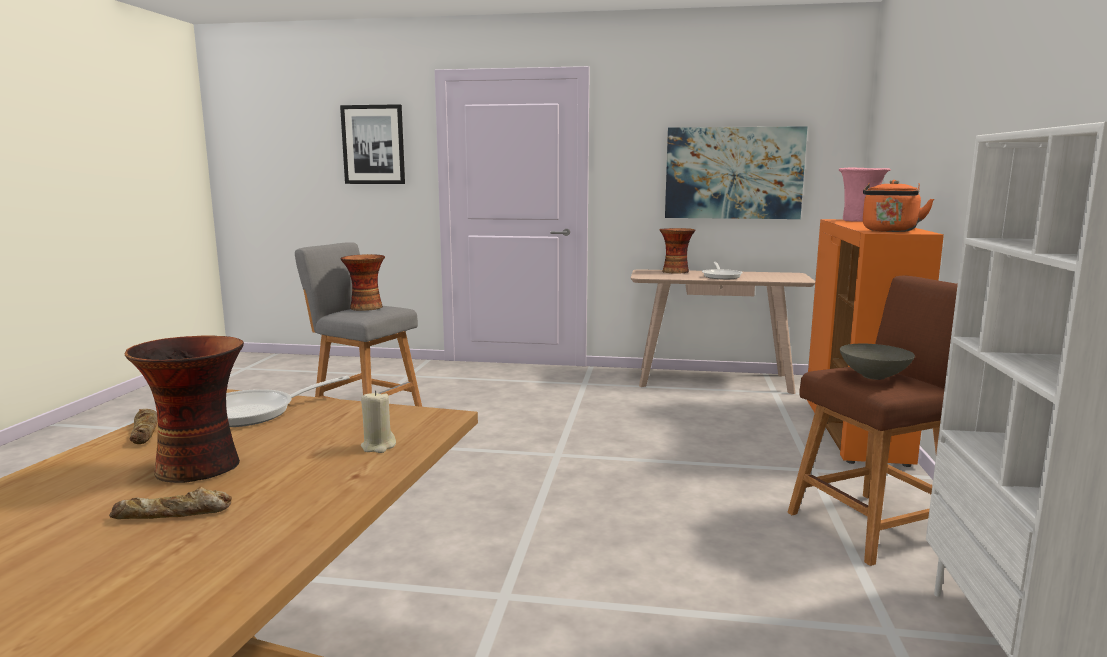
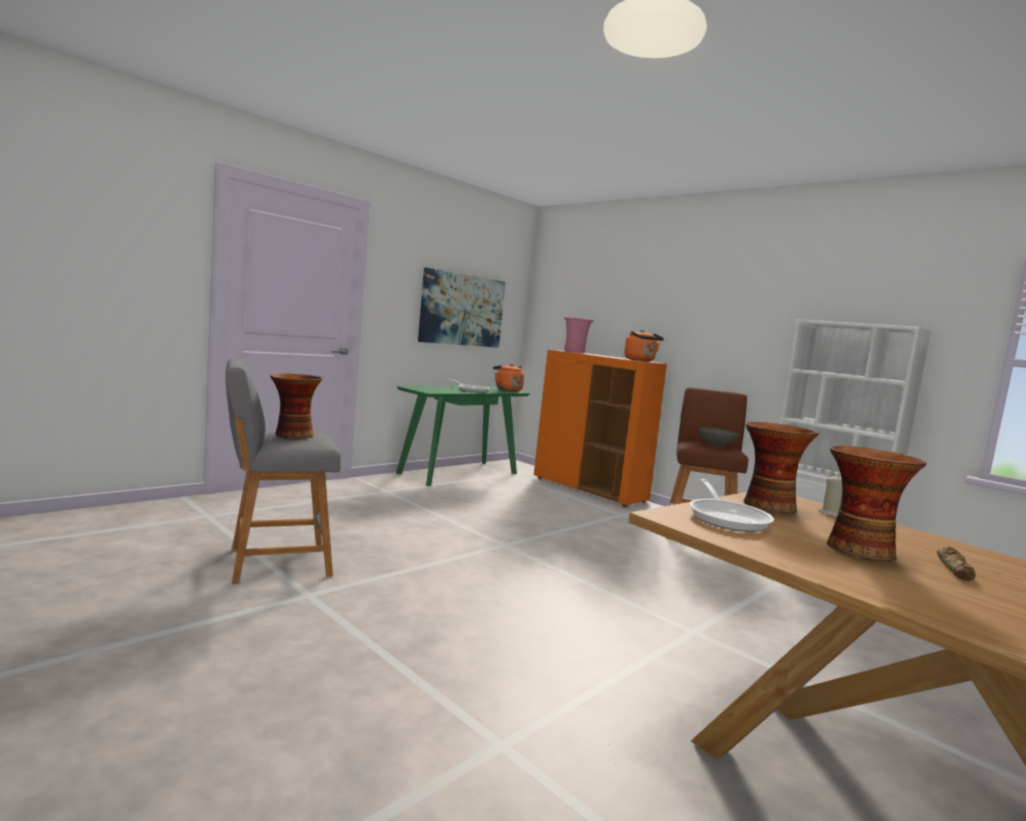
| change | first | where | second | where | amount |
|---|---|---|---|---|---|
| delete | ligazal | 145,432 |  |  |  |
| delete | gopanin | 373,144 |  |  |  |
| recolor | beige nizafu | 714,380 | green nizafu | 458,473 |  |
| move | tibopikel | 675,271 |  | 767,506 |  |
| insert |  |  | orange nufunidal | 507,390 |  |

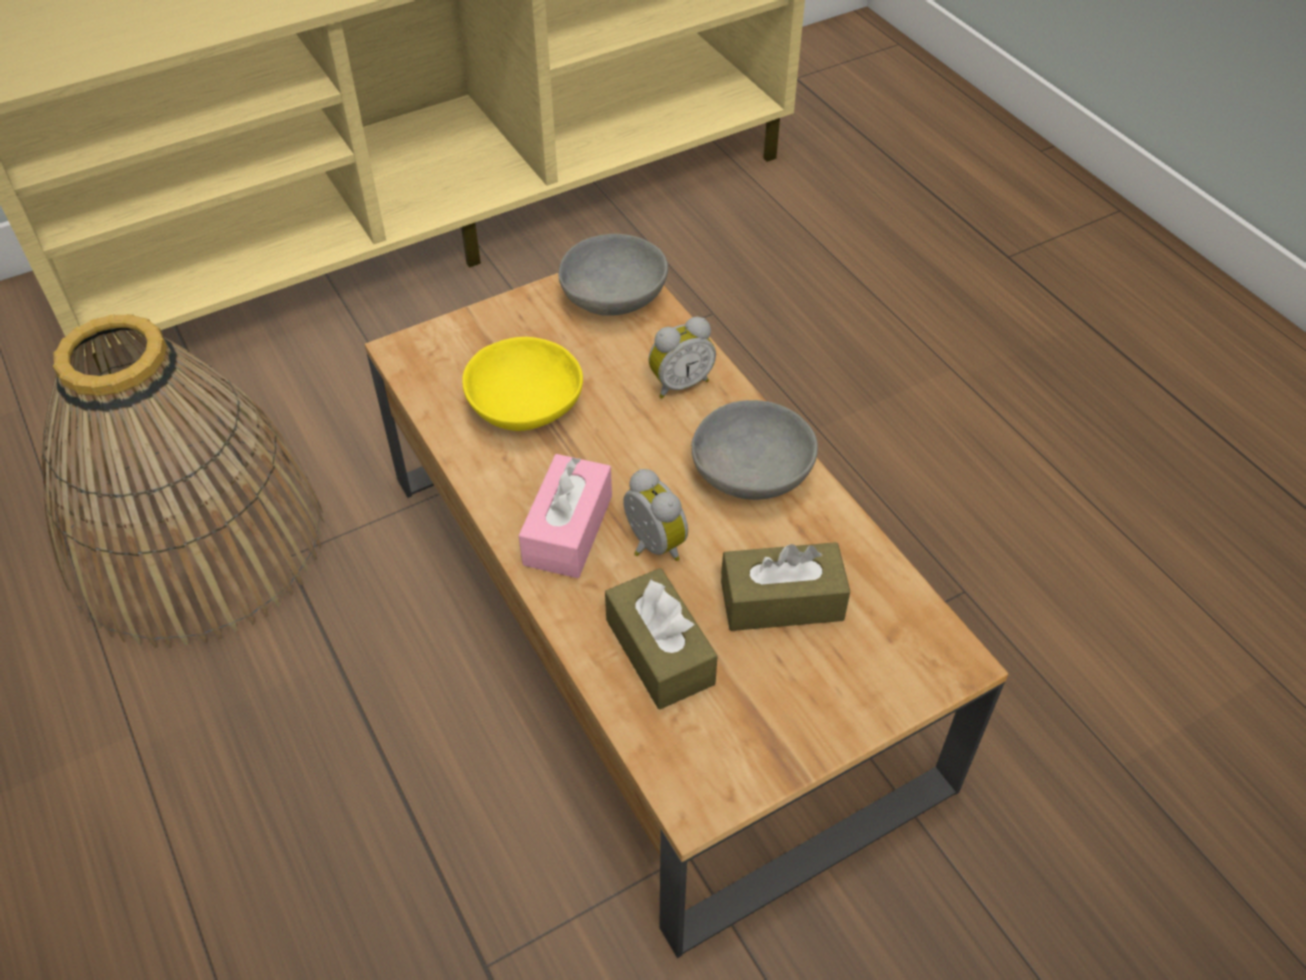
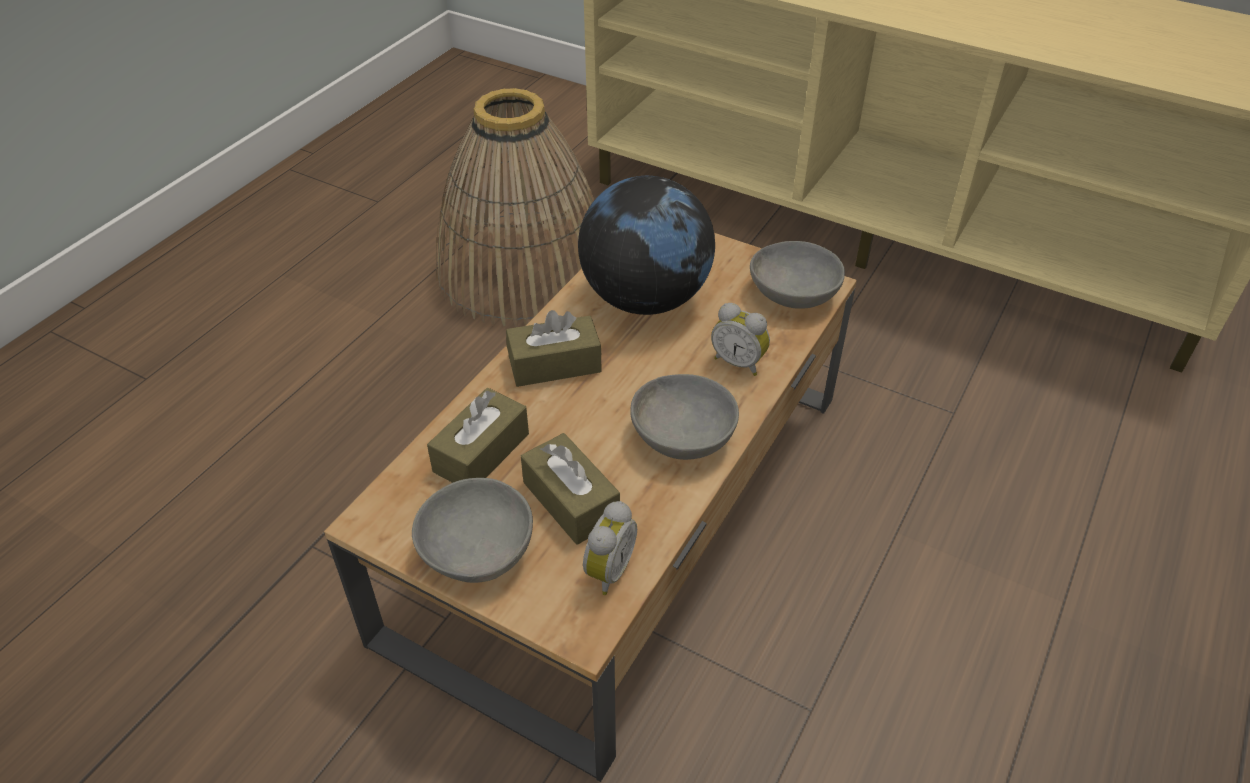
| change | first | where | second | where | amount |
|---|---|---|---|---|---|
| replace | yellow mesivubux | 525,408 | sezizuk | 645,298 |  |
| recolor | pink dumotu | 568,530 | brown dumotu | 554,364 |  |
| move | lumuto | 651,546 |  | 607,570 |  |
| insert |  |  | grey mesivubux | 475,551 |  |

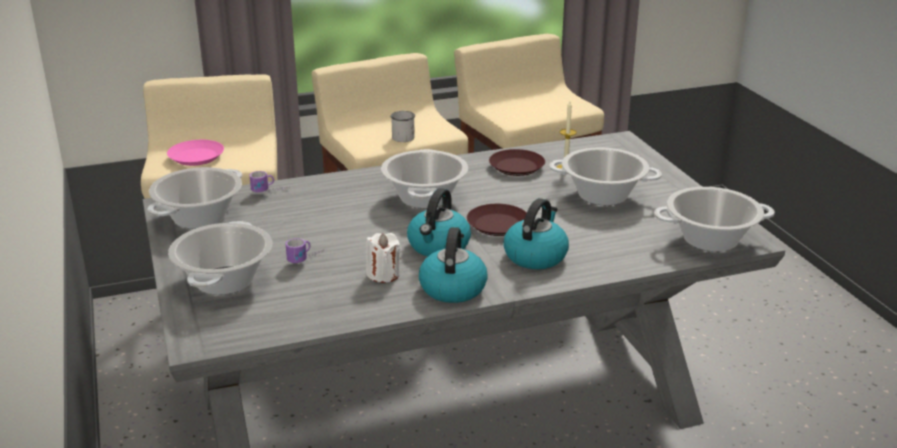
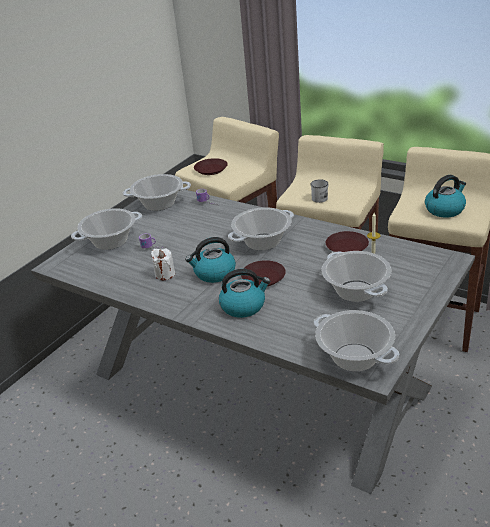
| change | first | where | second | where | amount |
|---|---|---|---|---|---|
| recolor | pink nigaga | 196,157 | brown nigaga | 210,169 |  |
| move | nufunidal | 452,287 |  | 445,209 |  |

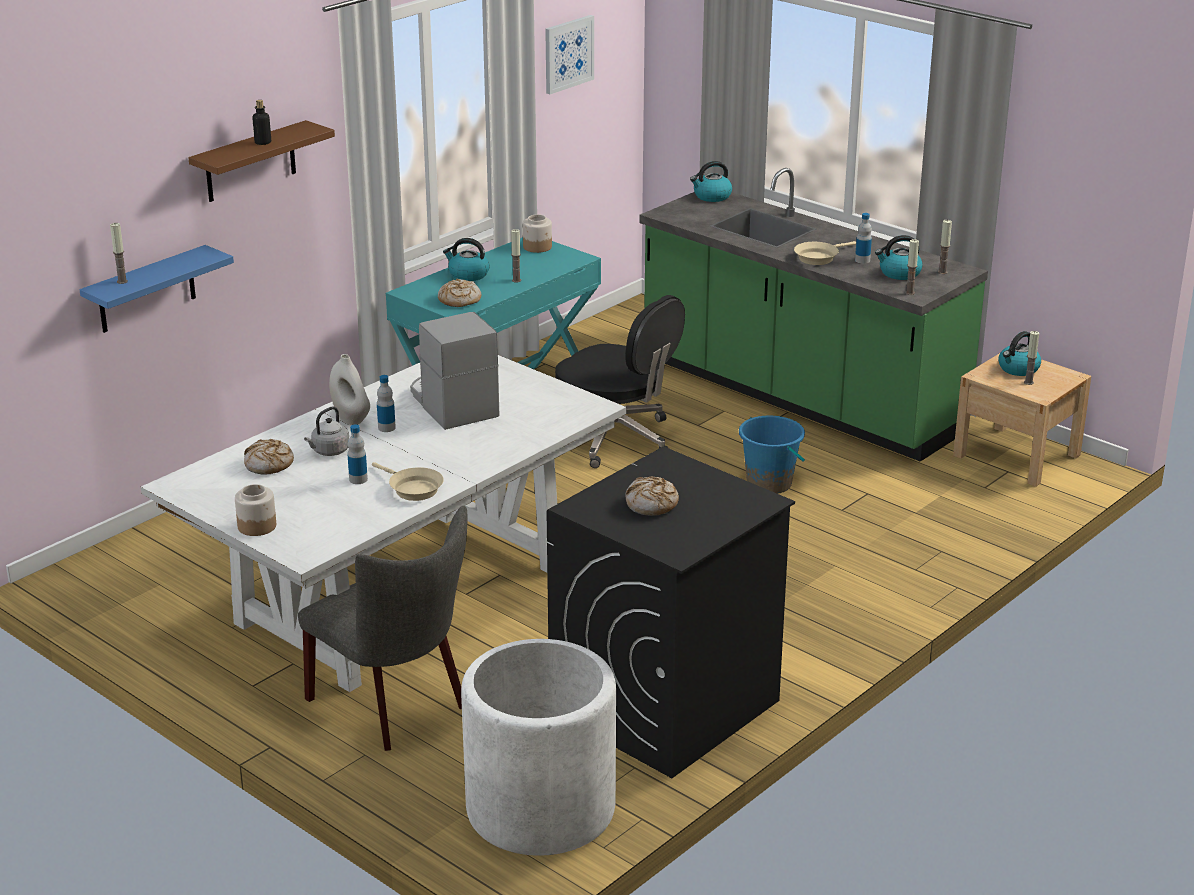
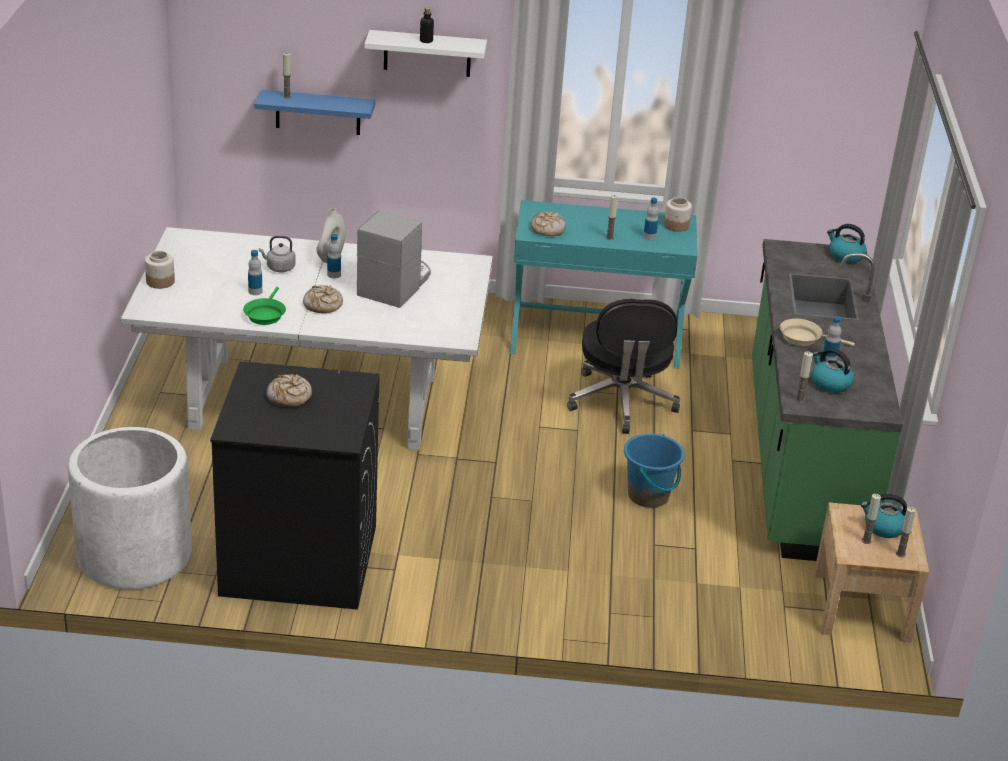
| change | first | where | second | where | amount |
|---|---|---|---|---|---|
| recolor | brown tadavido | 250,162 | white tadavido | 427,53 |  |
| move | ligazal | 268,464 |  | 322,305 |  |
| delete | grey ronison | 395,706 |  |  |  |
| recolor | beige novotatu | 412,489 | green novotatu | 265,314 |  |
| delete | nufunidal | 468,275 |  |  |  |
| delete | gopanin | 568,54 |  |  |  |
| move | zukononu | 942,272 |  | 900,554 |  |
| insert |  |  | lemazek | 649,237 |  |

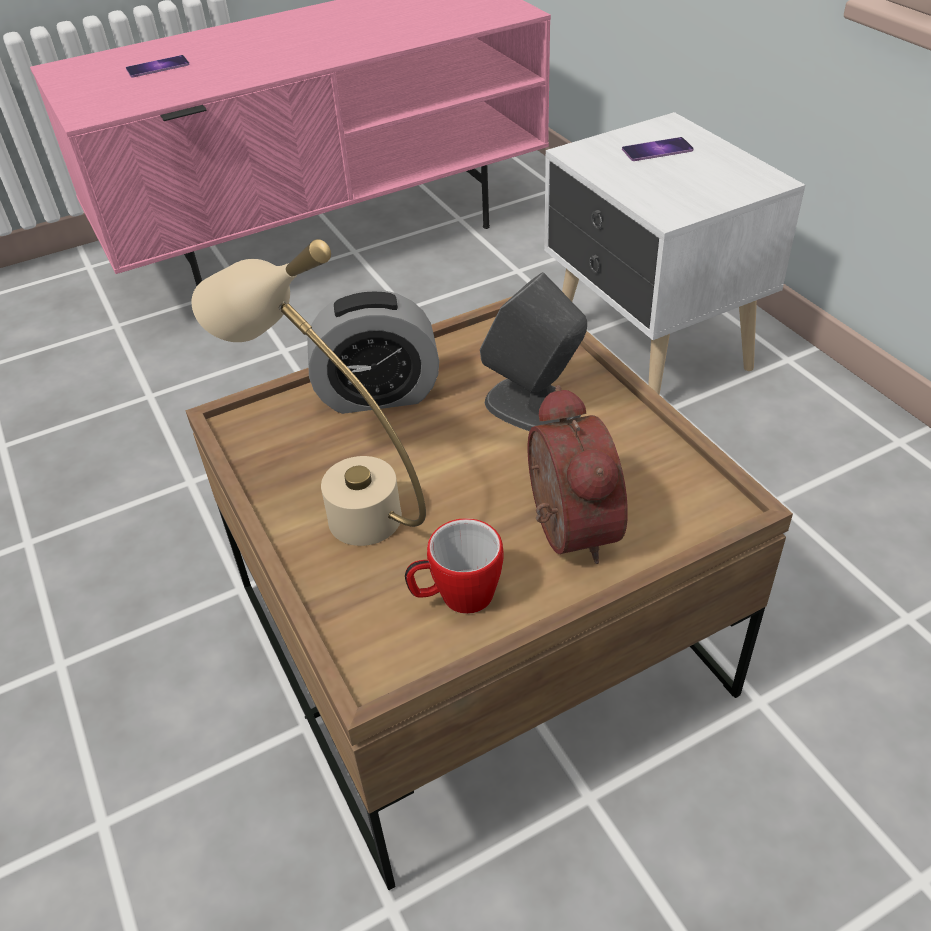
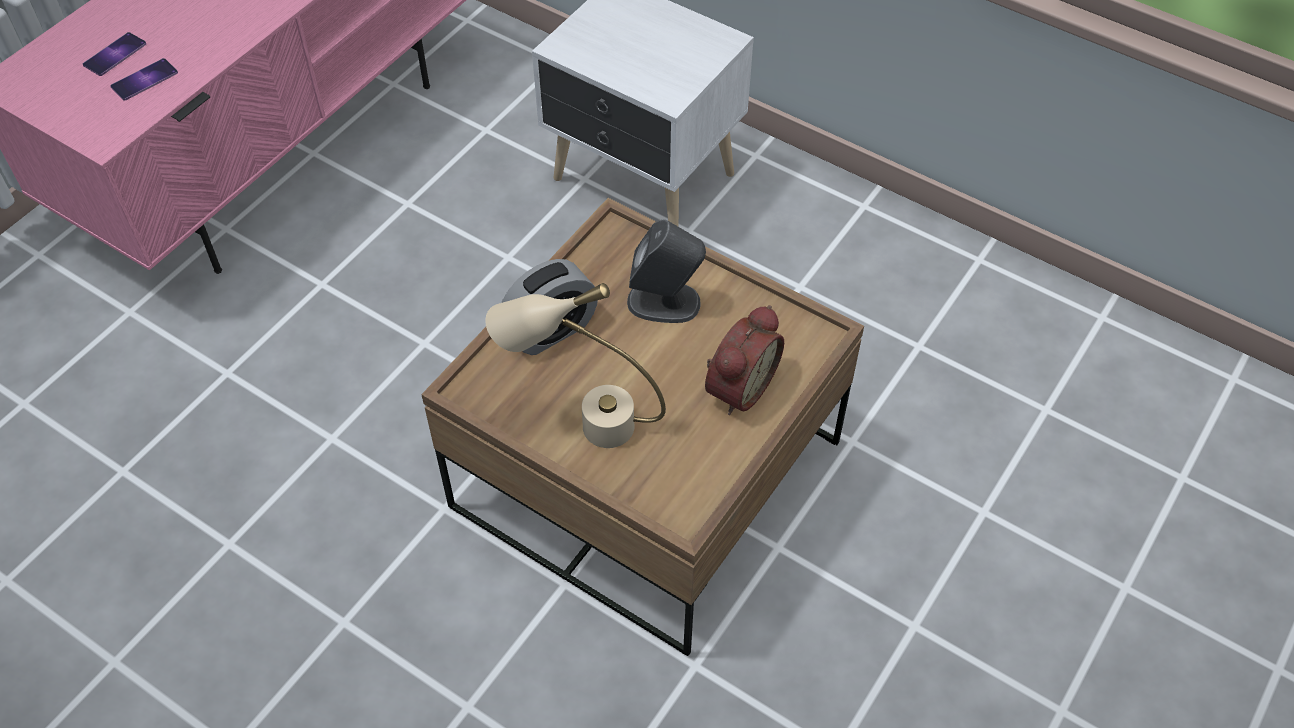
| change | first | where | second | where | amount |
|---|---|---|---|---|---|
| delete | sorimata | 456,597 |  |  |  |
| rotate | lumuto | 564,530 |  | 737,386 | 75 degrees clockwise |
| move | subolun | 657,150 |  | 144,80 |  |

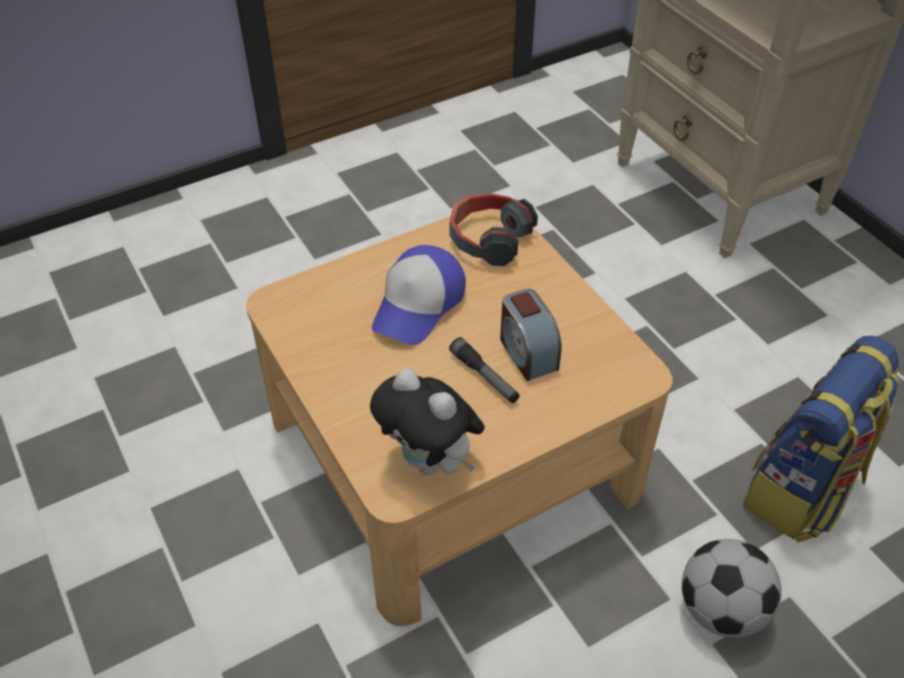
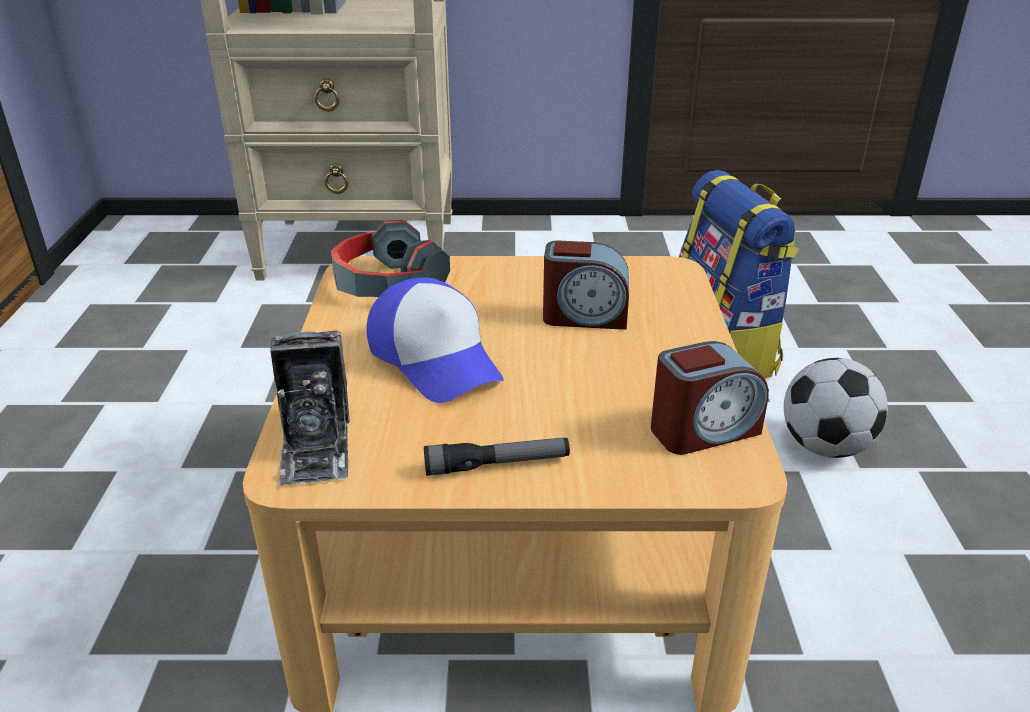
| change | first | where | second | where | amount |
|---|---|---|---|---|---|
| replace | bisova | 431,462 | lumuto | 703,430 |  |
| move | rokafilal | 484,376 |  | 497,465 |  |
| insert |  |  | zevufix | 315,444 |  |

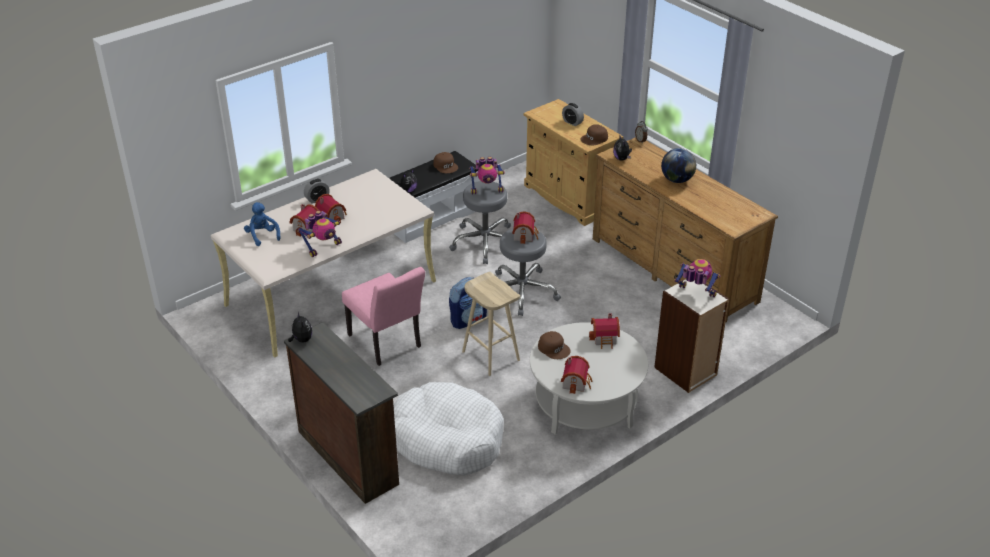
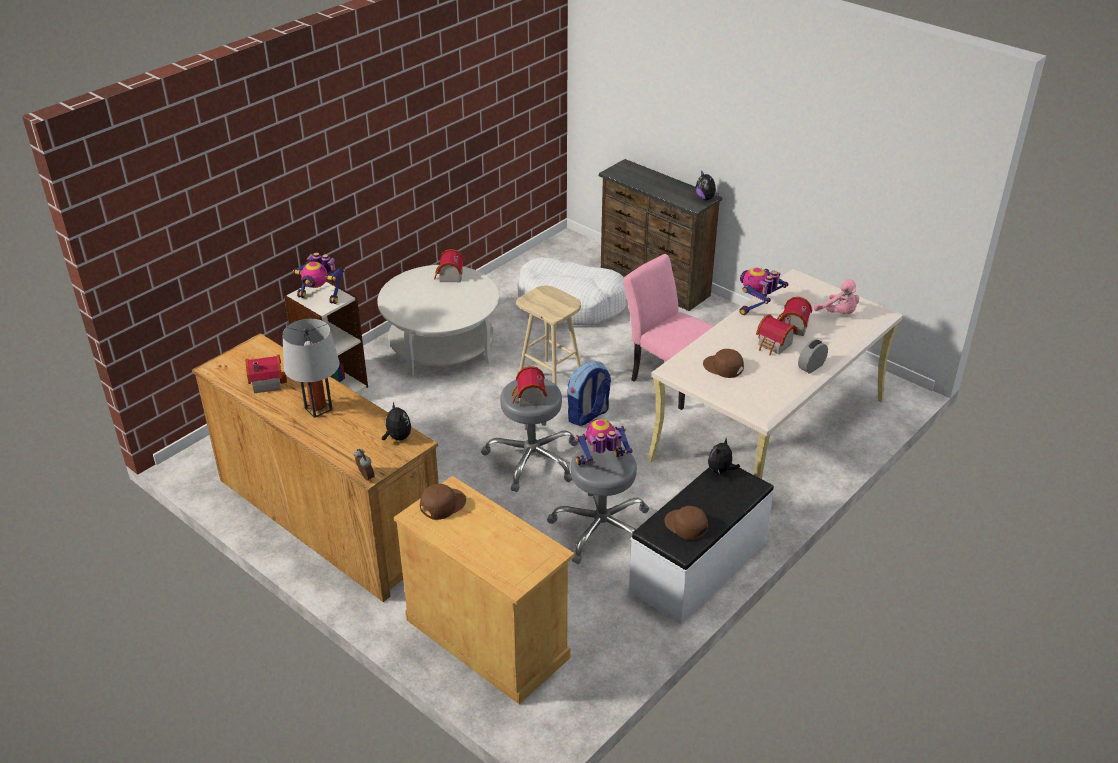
| change | first | where | second | where | amount |
|---|---|---|---|---|---|
| recolor | blue bisova | 262,236 | pink bisova | 838,313 |  |
| move | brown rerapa | 554,348 |  | 723,367 |  |
| delete | lumuto | 572,122 |  |  |  |
| move | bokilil | 605,339 |  | 265,382 |  |
| replace | sezizuk | 677,180 | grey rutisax | 318,408 |  |

